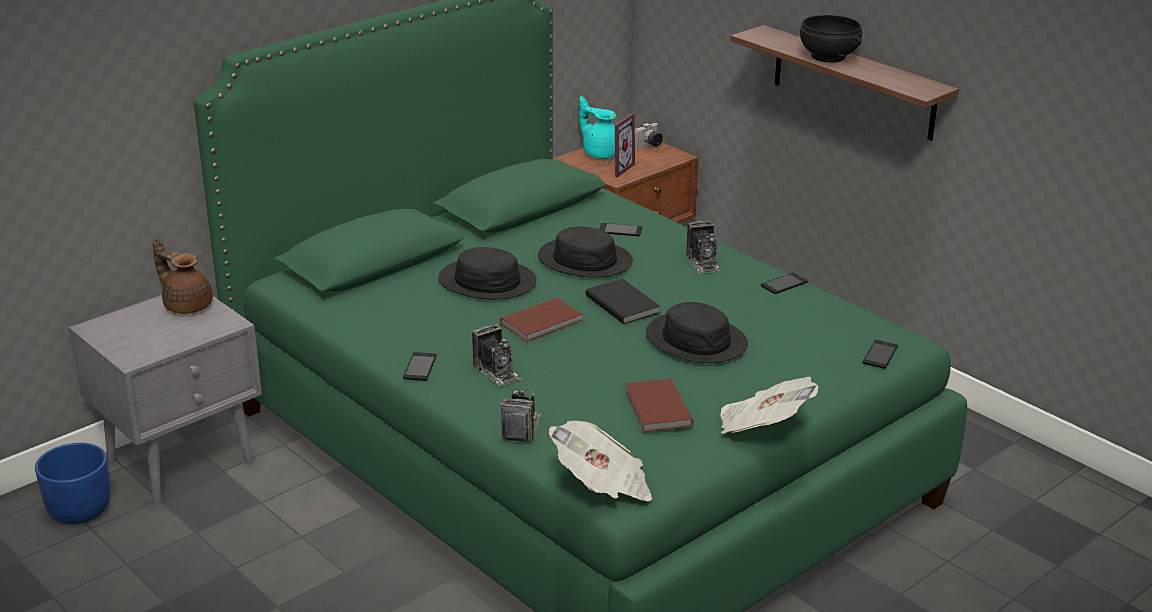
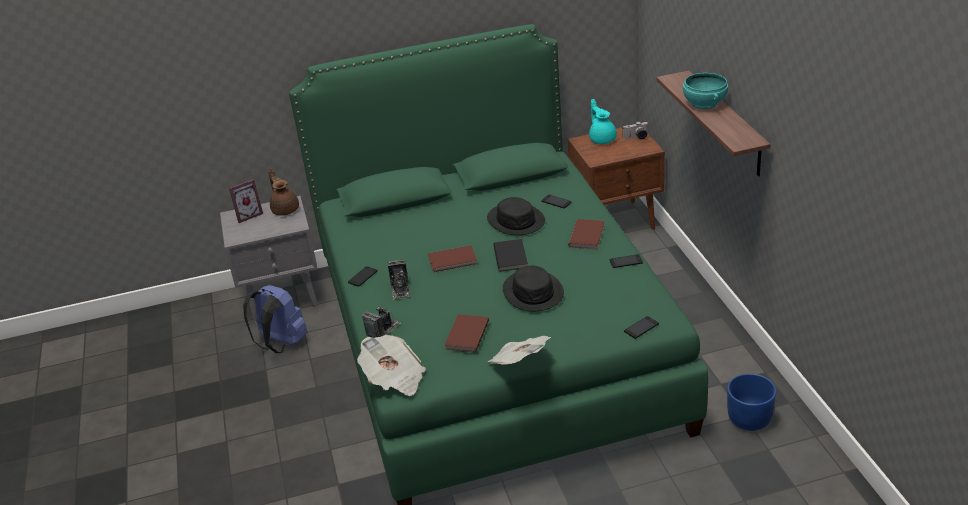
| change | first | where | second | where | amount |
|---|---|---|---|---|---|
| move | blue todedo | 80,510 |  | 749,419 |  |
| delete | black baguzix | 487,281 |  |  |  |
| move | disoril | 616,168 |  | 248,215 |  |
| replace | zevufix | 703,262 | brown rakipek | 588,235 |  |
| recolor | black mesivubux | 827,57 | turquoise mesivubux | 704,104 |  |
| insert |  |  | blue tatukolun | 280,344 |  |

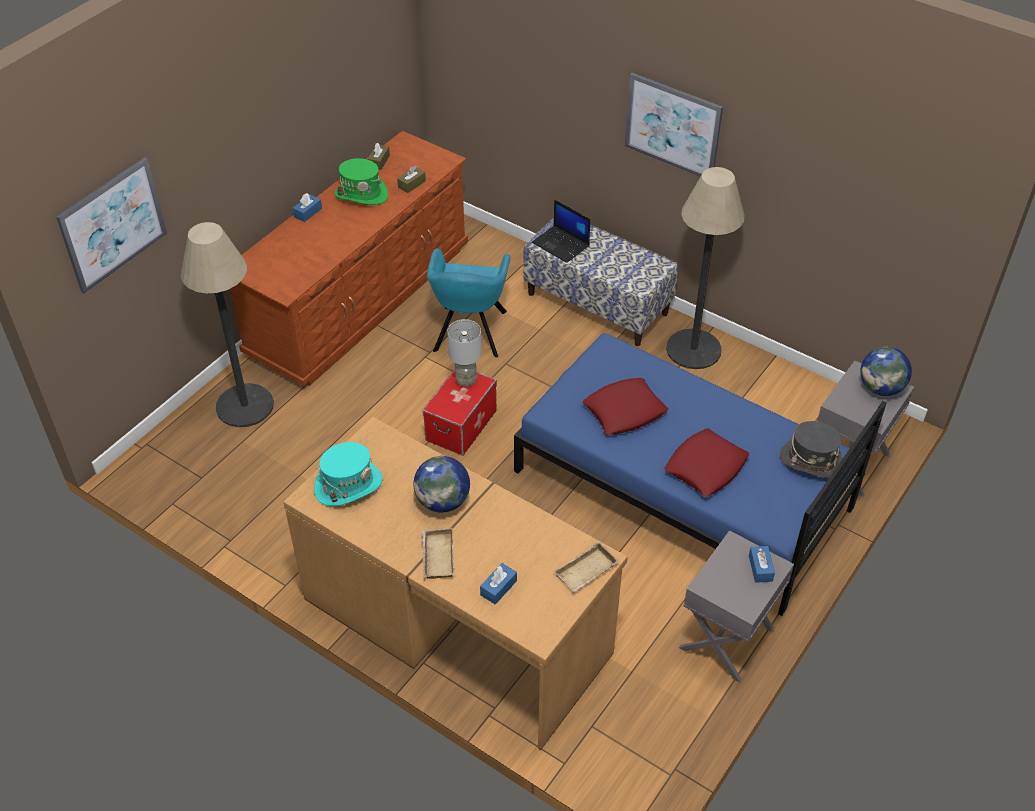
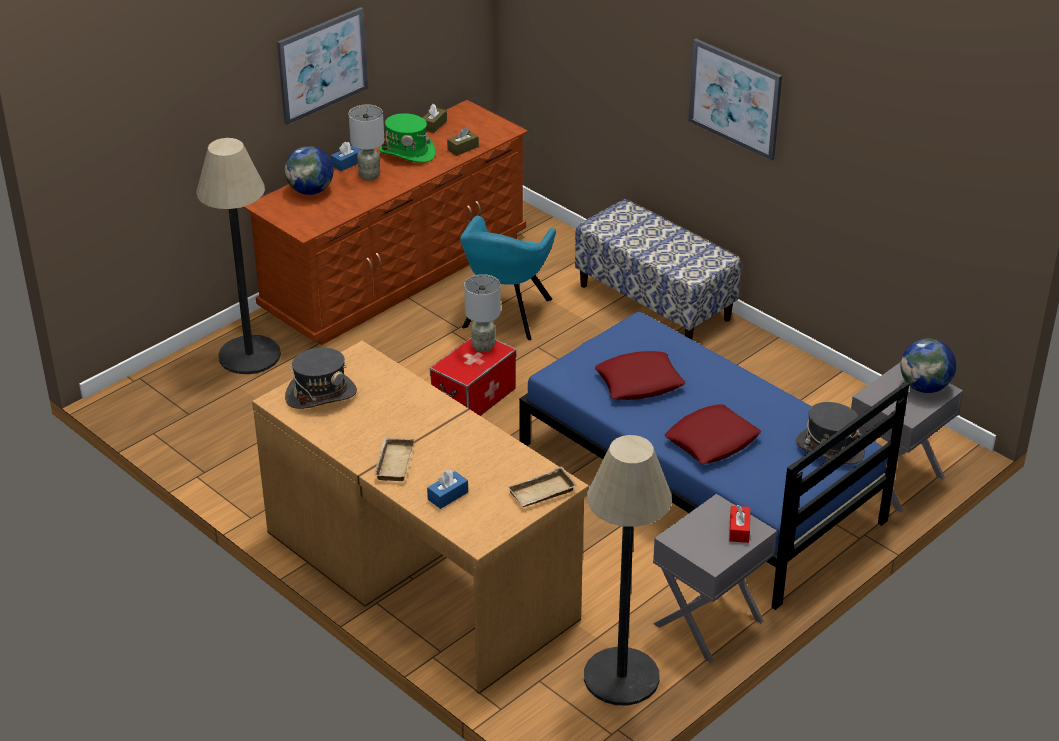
| change | first | where | second | where | amount |
|---|---|---|---|---|---|
| move | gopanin | 113,224 |  | 322,65 |  |
| recolor | turquoise baguzix | 348,485 | grey baguzix | 321,394 |  |
| move | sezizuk | 443,501 |  | 310,191 |  |
| delete | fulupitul | 561,244 |  |  |  |
| move | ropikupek | 693,349 |  | 621,676 |  |
| recolor | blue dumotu | 760,568 | red dumotu | 739,530 |  |
| insert |  |  | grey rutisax | 370,176 |  |

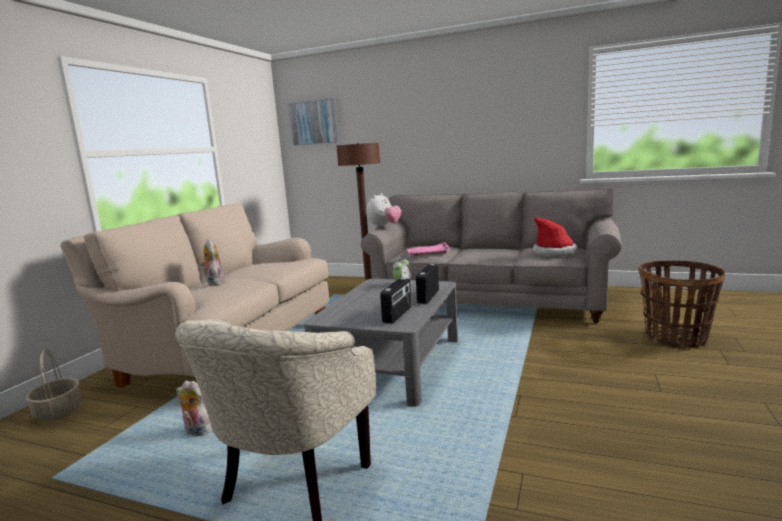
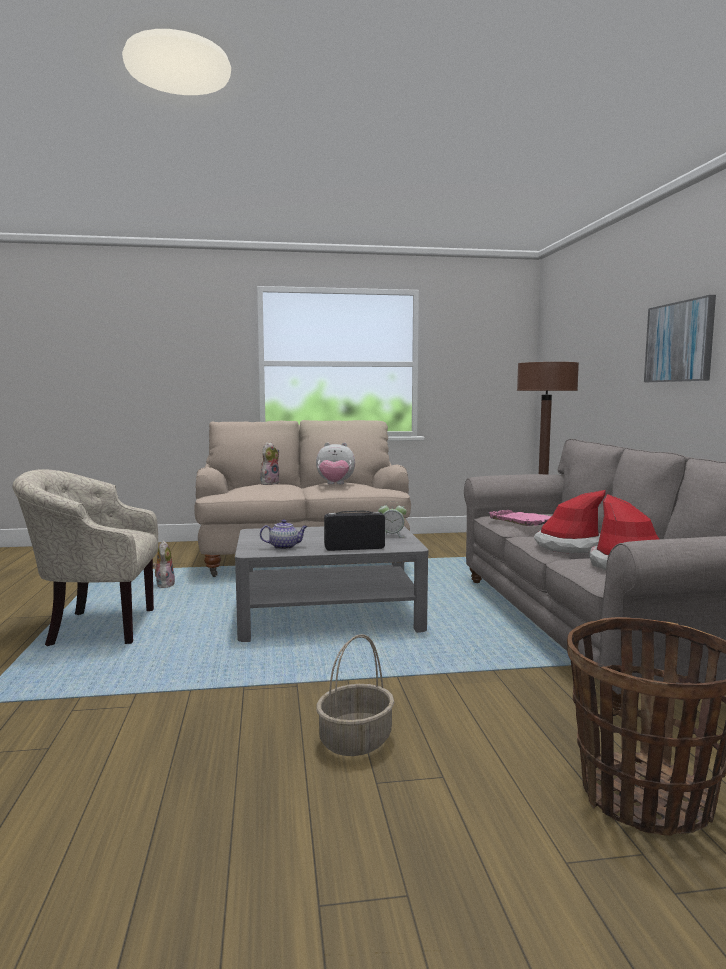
| change | first | where | second | where | amount |
|---|---|---|---|---|---|
| move | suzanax | 59,412 |  | 355,741 |  |
| move | gopanin | 314,122 |  | 679,342 |  |
| move | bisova | 384,226 |  | 335,484 |  |
| replace | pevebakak | 398,314 | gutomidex | 284,547 |  |
| insert |  |  | baguzix | 569,546 |  |

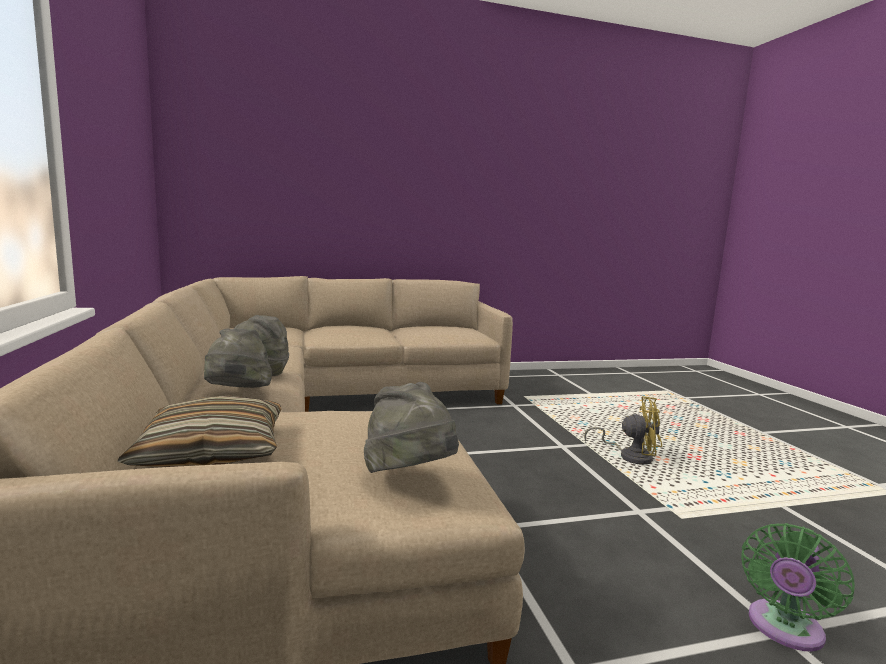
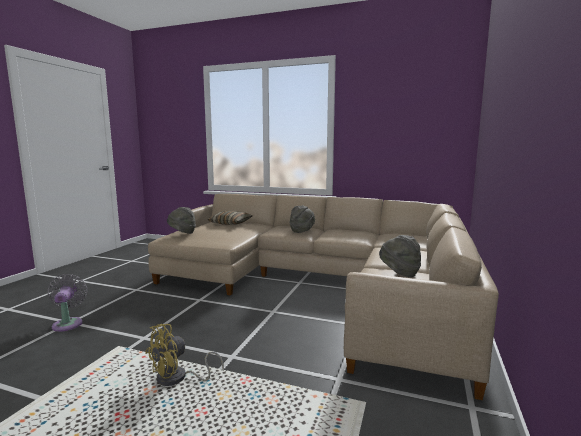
| change | first | where | second | where | amount |
|---|---|---|---|---|---|
| move | grey baguzix | 237,394 |  | 399,273 |  |
| recolor | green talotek | 783,630 | grey talotek | 68,323 |  |

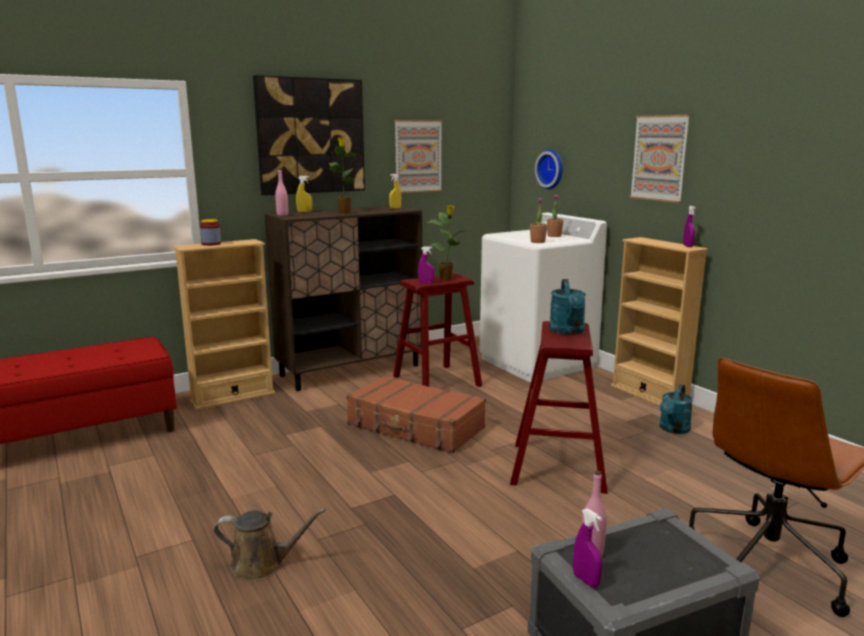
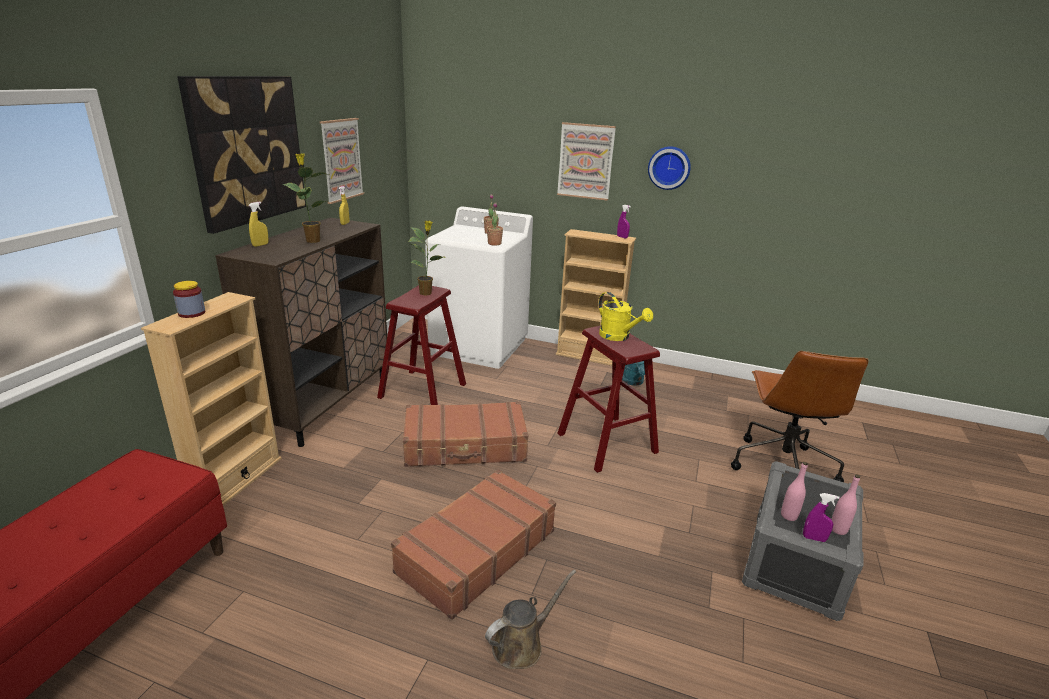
| change | first | where | second | where | amount |
|---|---|---|---|---|---|
| move | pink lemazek | 282,215 |  | 838,529 |  |
| delete | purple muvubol | 426,283 |  |  |  |
| move | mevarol | 551,169 |  | 669,167 |  |
| recolor | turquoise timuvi | 568,331 | yellow timuvi | 618,337 |  |
| insert |  |  | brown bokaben | 476,551 |  |

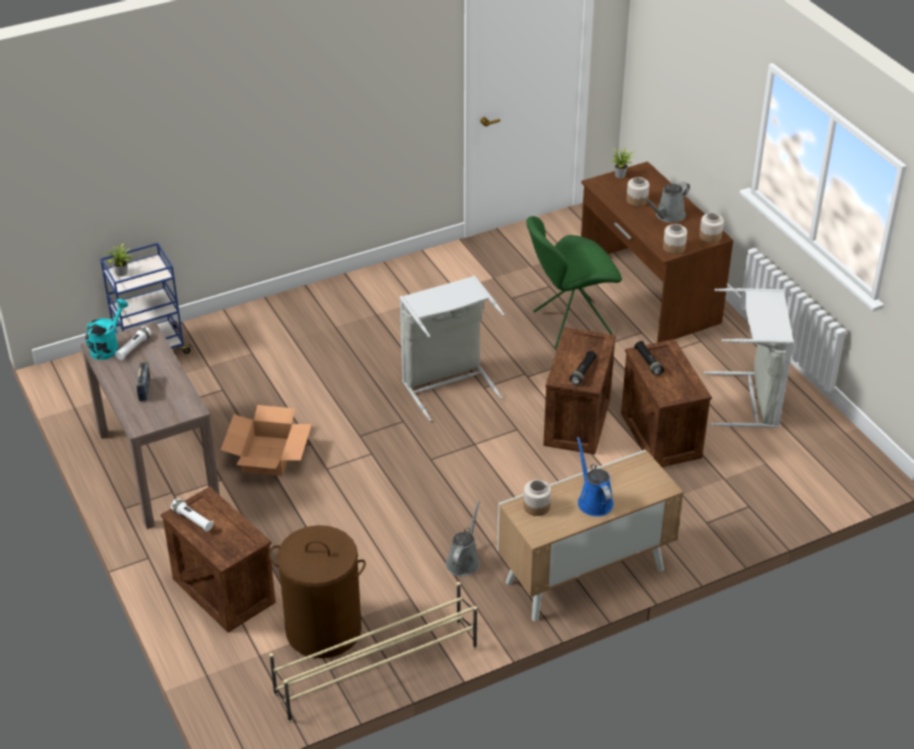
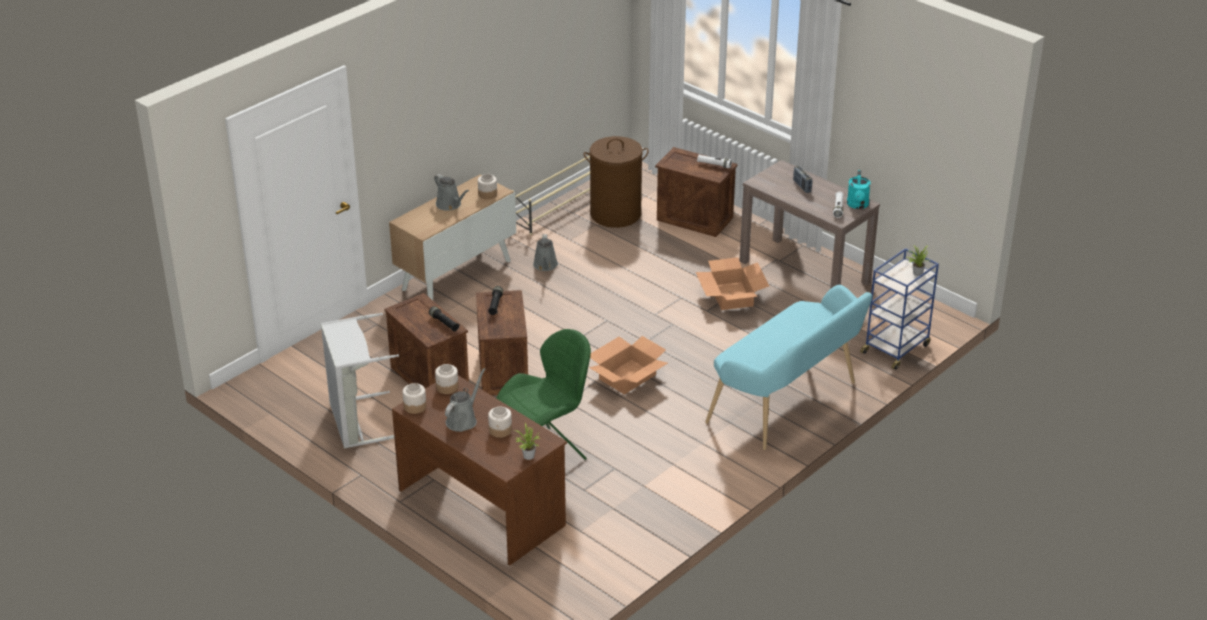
| change | first | where | second | where | amount |
|---|---|---|---|---|---|
| replace | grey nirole | 447,384 | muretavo | 627,377 |  |
| recolor | blue timuvi | 593,500 | grey timuvi | 450,205 |  |
| insert |  |  | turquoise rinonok | 788,404 |  |

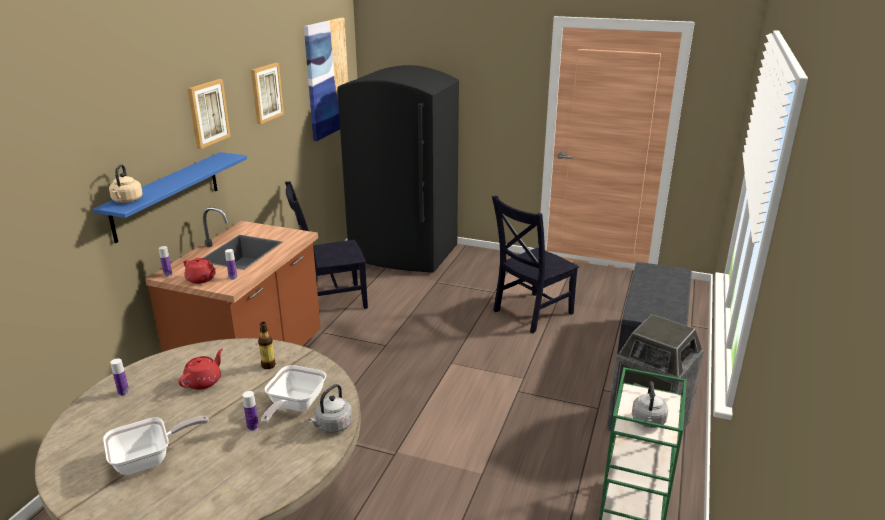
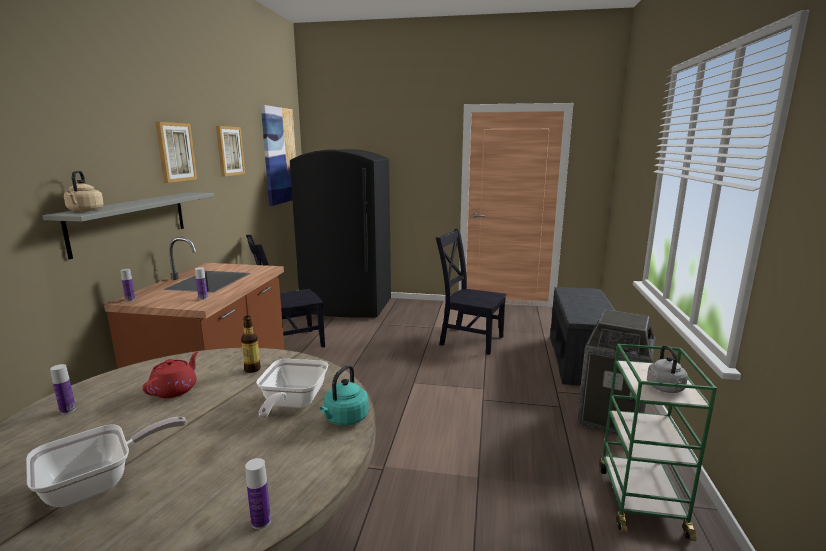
| change | first | where | second | where | amount |
|---|---|---|---|---|---|
| recolor | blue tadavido | 166,195 | grey tadavido | 131,221 |  |
| delete | red gutomidex | 201,279 |  |  |  |
| move | lemazek | 253,427 |  | 261,521 |  |
| recolor | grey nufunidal | 332,426 | turquoise nufunidal | 345,419 |  |
| rotate | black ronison | 530,313 |  | 469,340 | 75 degrees clockwise |

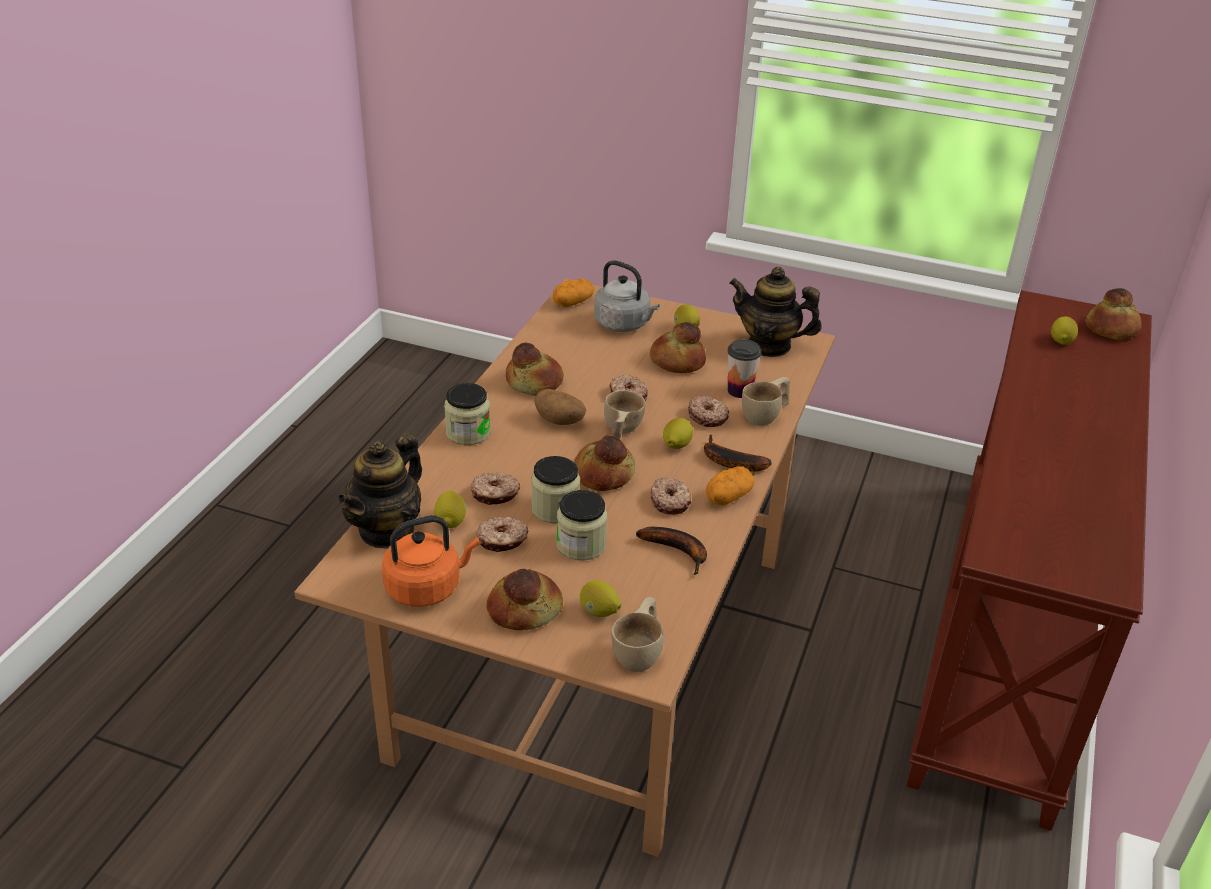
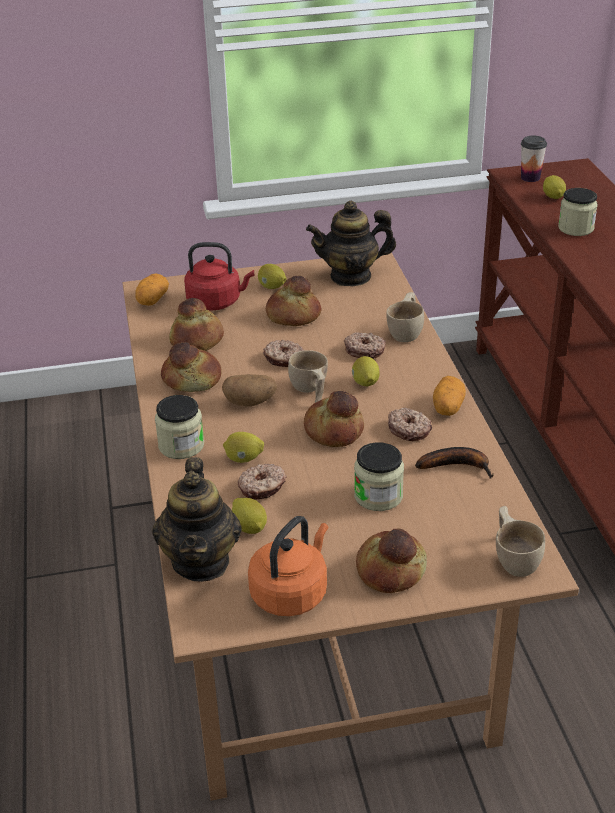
| change | first | where | second | where | amount |
|---|---|---|---|---|---|
| delete | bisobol | 502,540 |  |  |  |
| move | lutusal | 555,509 |  | 576,228 |  |
| move | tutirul | 599,612 |  | 244,459 |  |
| recolor | grey nufunidal | 624,325 | red nufunidal | 217,302 |  |
| delete | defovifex | 728,461 |  |  |  |
| move | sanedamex | 739,391 |  | 530,178 |  |
| move | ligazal | 1112,329 |  | 198,340 |  |

